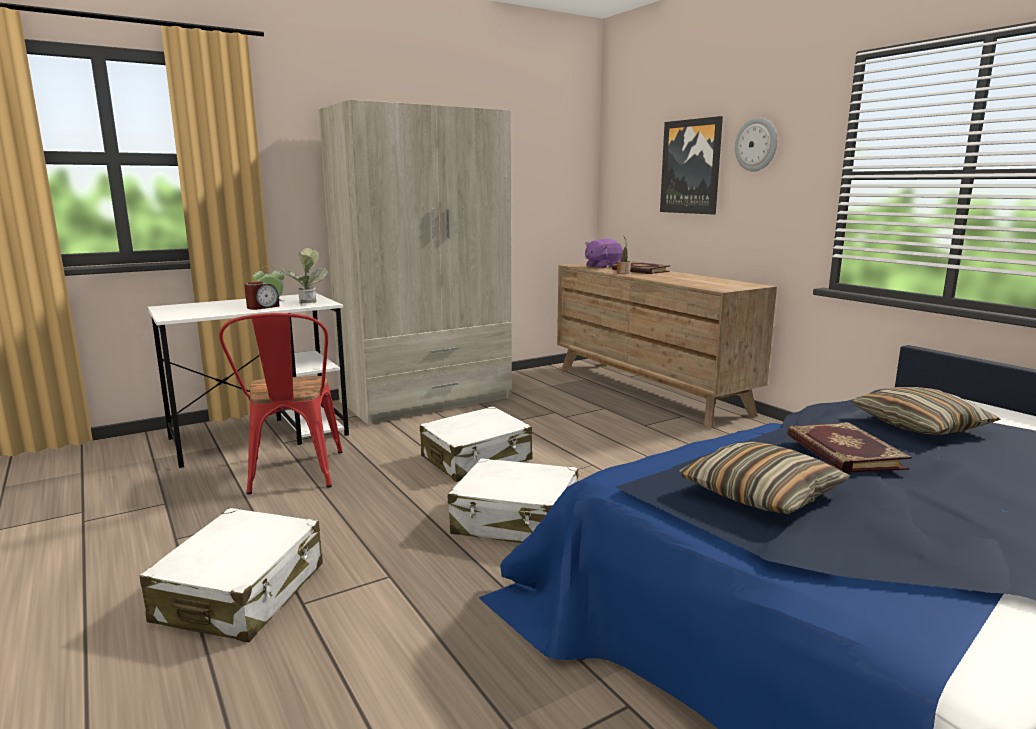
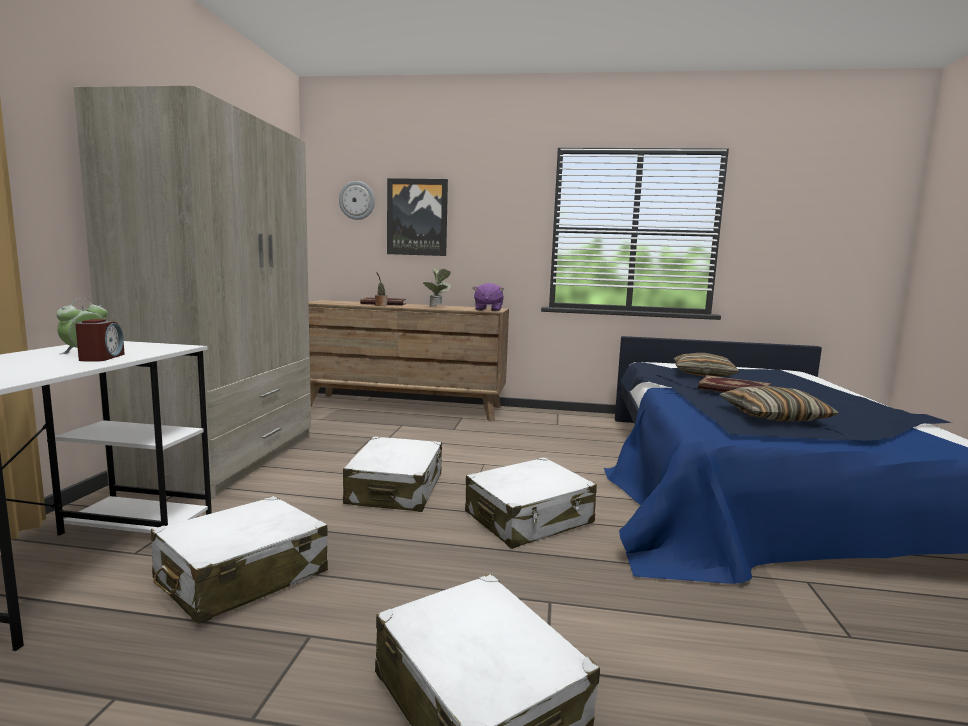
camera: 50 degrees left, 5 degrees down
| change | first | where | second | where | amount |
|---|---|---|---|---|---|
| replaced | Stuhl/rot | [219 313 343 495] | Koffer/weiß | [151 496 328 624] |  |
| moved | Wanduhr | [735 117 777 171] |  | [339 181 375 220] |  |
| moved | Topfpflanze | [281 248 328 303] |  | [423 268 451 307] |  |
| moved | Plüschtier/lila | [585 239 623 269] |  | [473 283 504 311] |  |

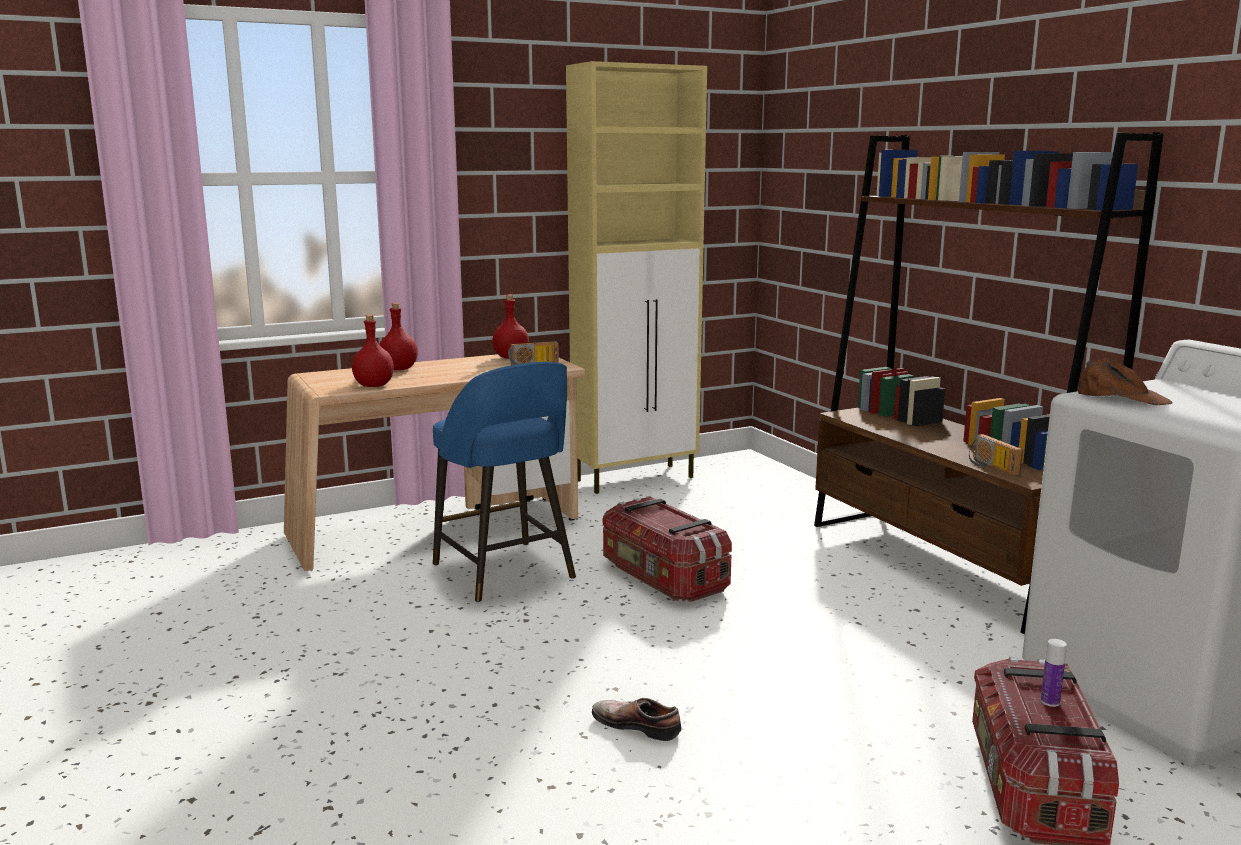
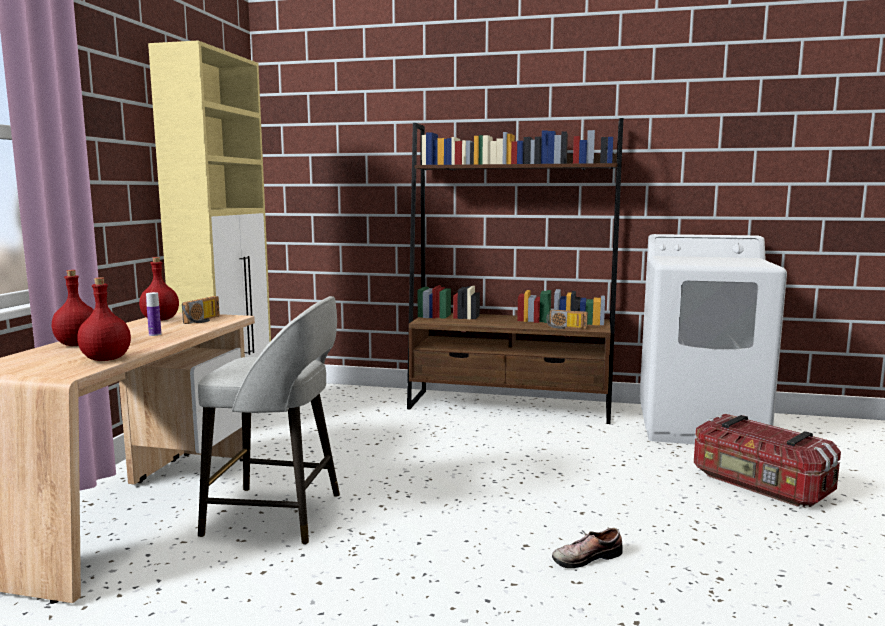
camera: 50 degrees left, 5 degrees down
| change | first | where | second | where | amount |
|---|---|---|---|---|---|
| moved | Flasche | [1040 639 1067 707] |  | [146 292 161 336] |  |
| recoloured | Hocker/blau | [433 362 576 602] | Hocker/grau | [198 296 340 545] |  |
| removed | Aufbewahrungsbox | [603 497 732 602] |  |  |  |
| removed | Kappe/braun | [1077 357 1173 405] |  |  |  |

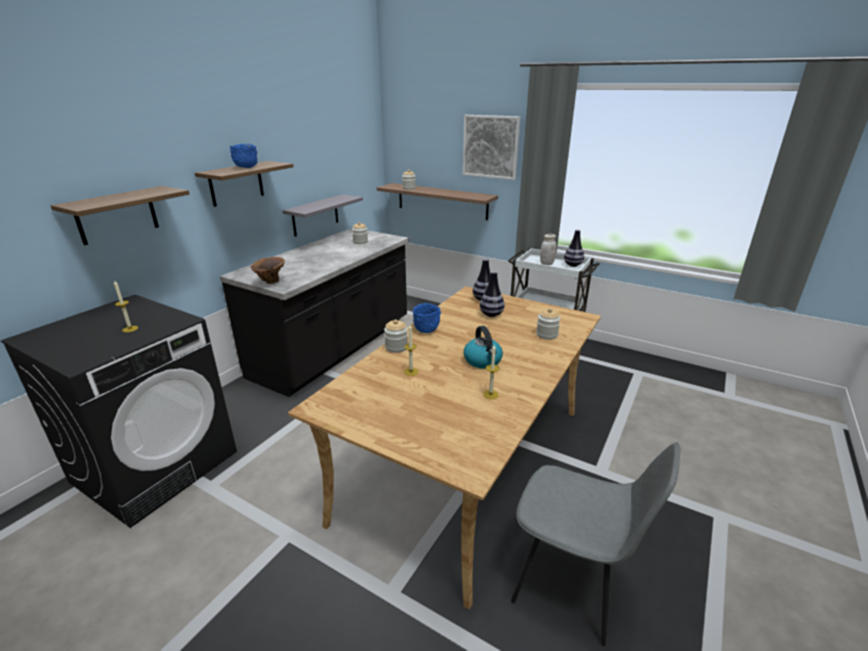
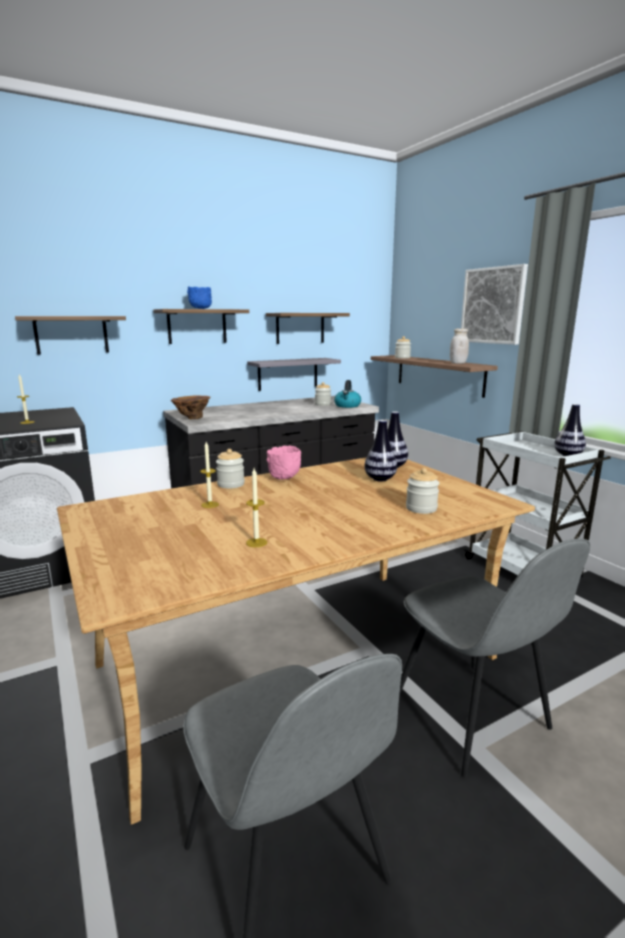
camera: 30 degrees right, 10 degrees down
| change | first | where | second | where | amount |
|---|---|---|---|---|---|
| added |  |  | Wandregal | [266 313 350 344] |  |
| recoloured | Schüssel/blau | [413 303 441 333] | Schüssel/rosa | [267 445 301 480] |  |
| moved | Wasserkessel | [464 326 503 369] |  | [334 380 361 408] |  |
| added |  |  | Stuhl/grau | [399 538 590 778] |  |
| moved | Vorratsglas/weiß | [540 234 556 265] |  | [450 329 469 364] |  |

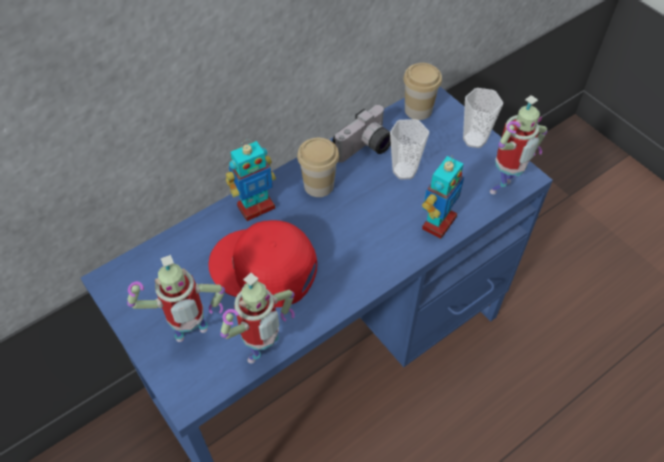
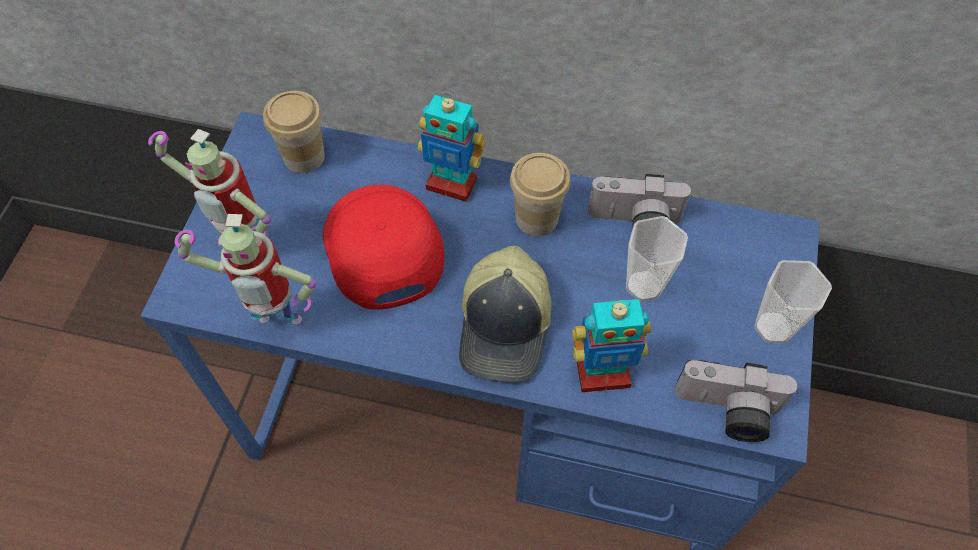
camera: 50 degrees right, 5 degrees up
| change | first | where | second | where | amount |
|---|---|---|---|---|---|
| moved | Tasse | [403 63 442 120] |  | [263 91 325 173] |  |
| added |  |  | Kappe | [459 246 551 382] |  |
| replaced | Spielzeugroboter | [490 95 547 194] | Kamera | [675 360 798 442] |  |

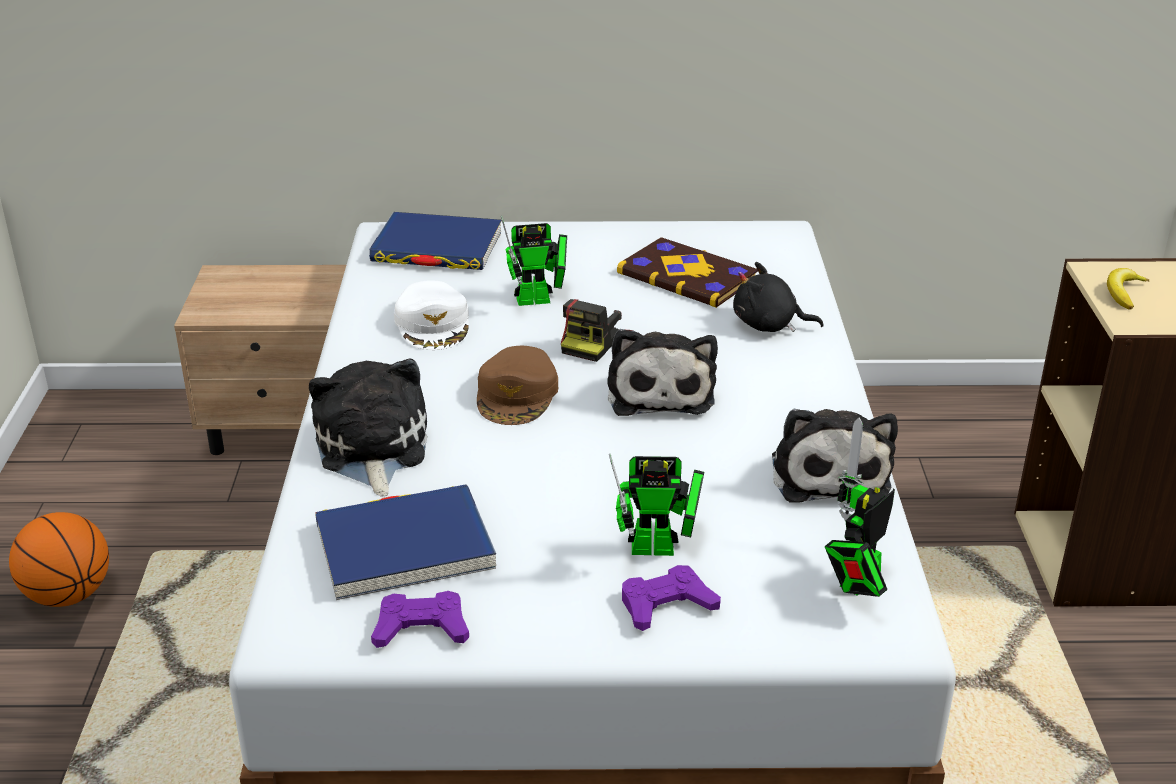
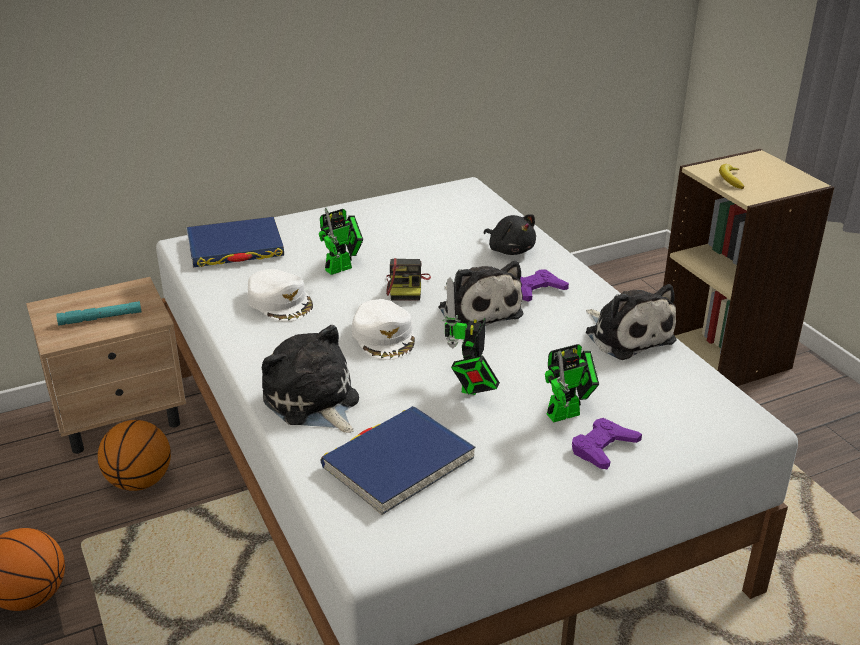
camera: 25 degrees left, 0 degrees up
| change | first | where | second | where | amount |
|---|---|---|---|---|---|
| added |  |  | Taschenlampe/türkis | [56 301 141 326] |  |
| added |  |  | Basketball | [98 420 171 491] |  |
| recoloured | Kappe/braun | [477 346 558 425] | Kappe/weiß | [352 299 415 360] |  |
| moved | Spielzeugroboter | [825 417 895 597] |  | [443 277 500 395] |  |
| turned | Plüschtier/schwarz | [733 262 824 332] |  | [484 214 536 255] | 120 degrees counterclockwise |
| moved | Gamepad/lila | [371 591 469 648] |  | [520 269 569 302] |  |
| removed | Buch | [617 237 758 308] |  |  |  |

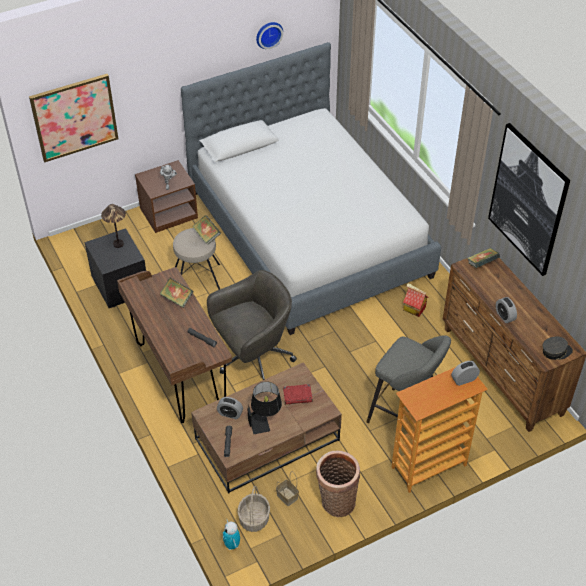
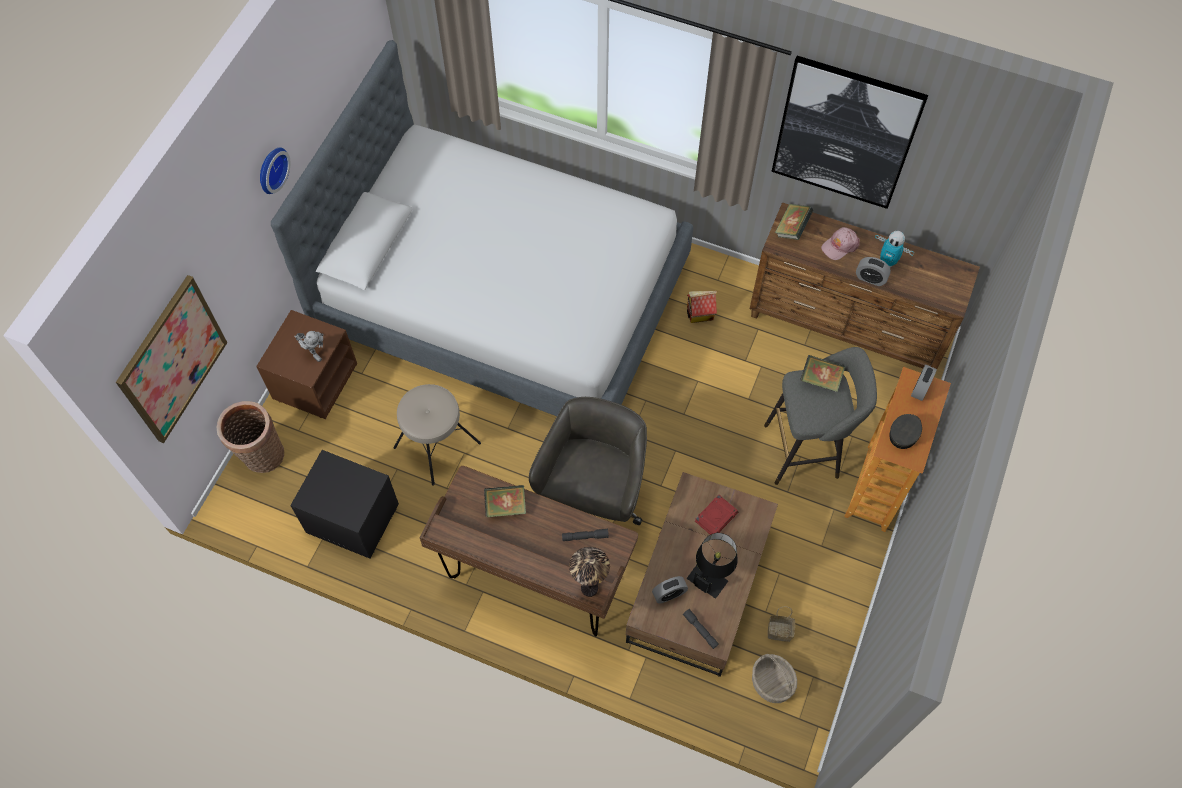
camera: 40 degrees left, 15 degrees up
| change | first | where | second | where | amount |
|---|---|---|---|---|---|
| moved | Korb | [316 451 360 517] |  | [217 401 284 473] |  |
| moved | Wanduhr | [256 22 283 49] |  | [260 148 290 194] |  |
| moved | Tischlampe | [101 204 126 248] |  | [569 547 610 597] |  |
| moved | Buch | [192 215 221 245] |  | [800 355 845 392] |  |
| added |  |  | Kappe/rosa | [821 227 860 260] |  |
| moved | Spielzeugroboter | [223 518 240 550] |  | [875 231 914 268] |  |
| moved | Kappe/grau | [542 337 573 360] |  | [889 414 922 449] |  |

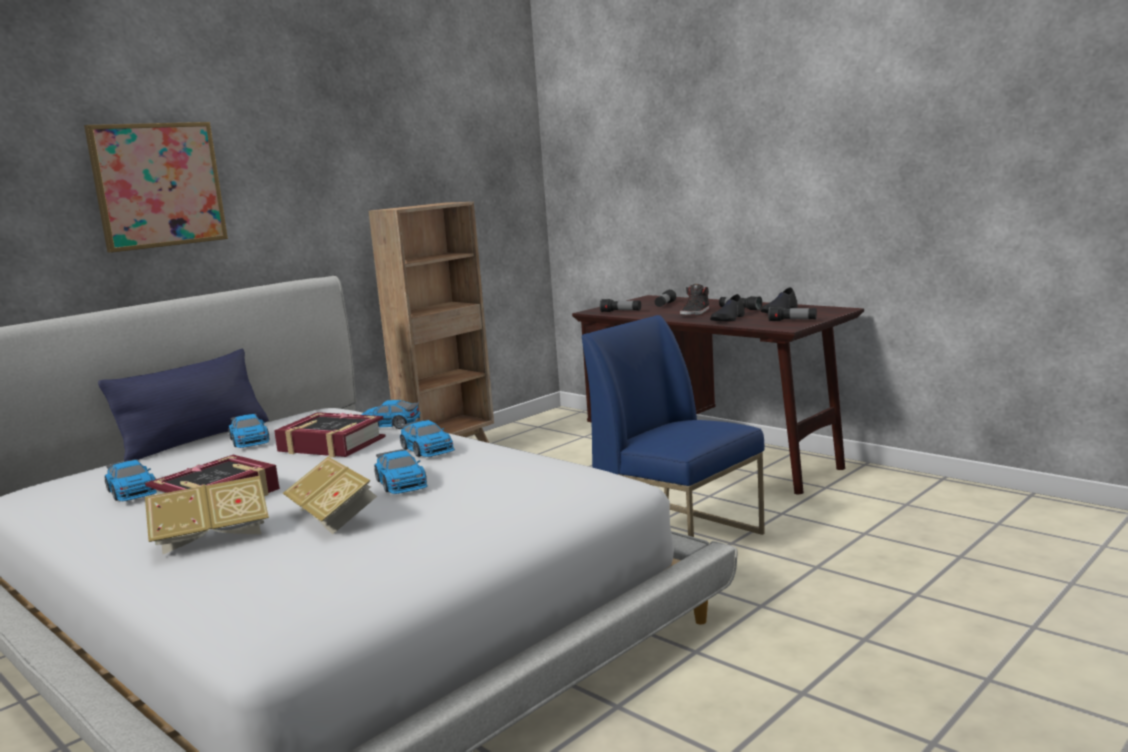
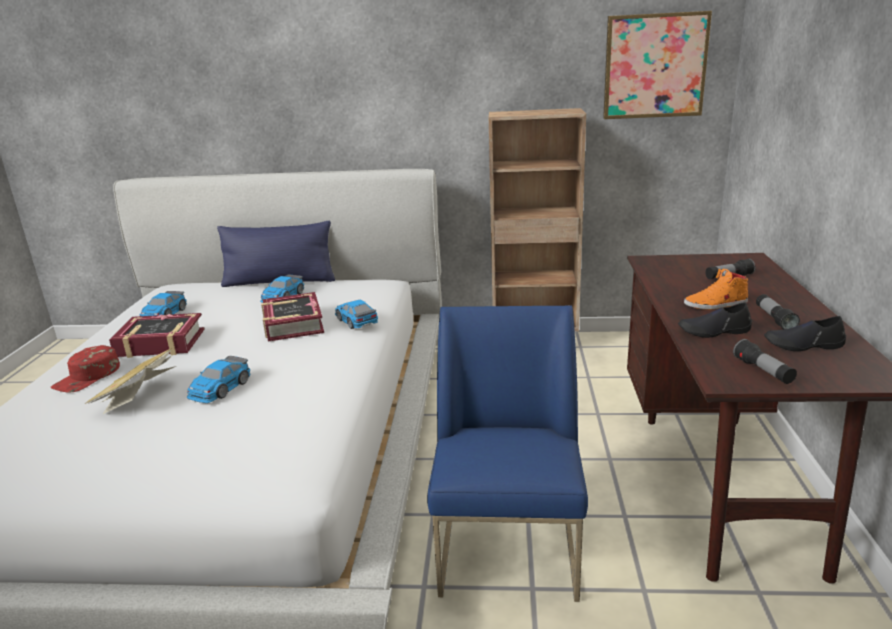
camera: 50 degrees right, 10 degrees up
| change | first | where | second | where | amount |
|---|---|---|---|---|---|
| replaced | Buch | [145 476 269 554] | Kappe/rot | [51 345 120 393] |  |
| moved | Bild | [84 122 228 253] |  | [603 11 712 119] |  |
| recoloured | Schuh/schwarz | [680 284 709 315] | Schuh/orange | [684 269 748 310] |  |
| removed | Spielzeugauto | [400 420 455 457] |  |  |  |
| removed | Taschenlampe | [600 299 641 312] |  |  |  |

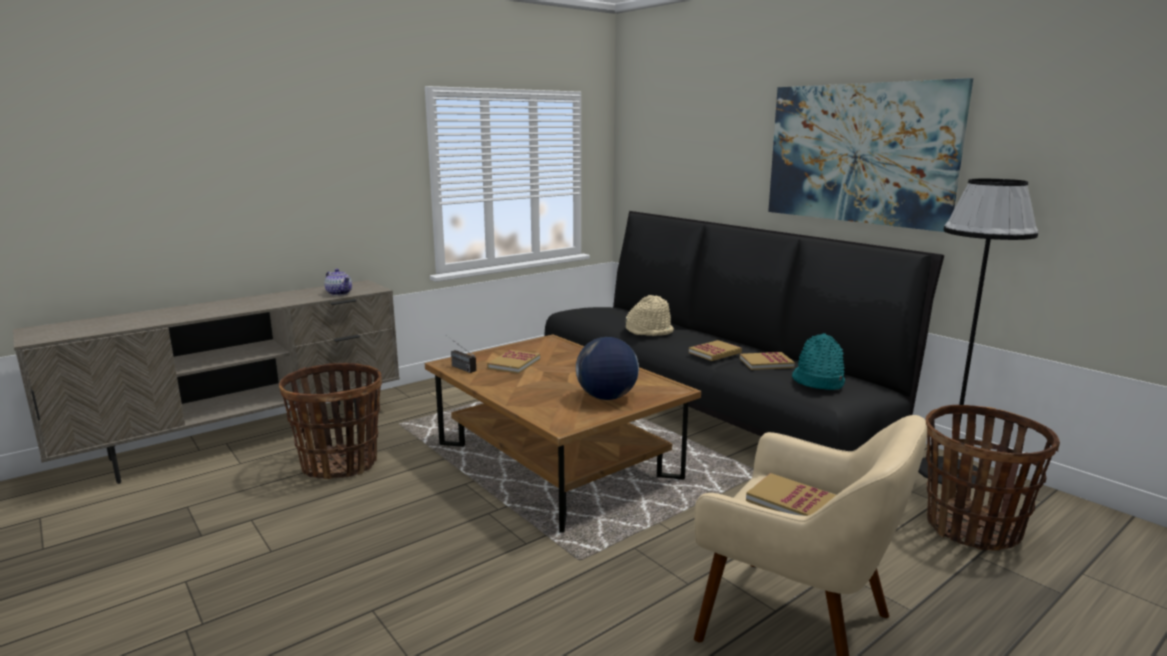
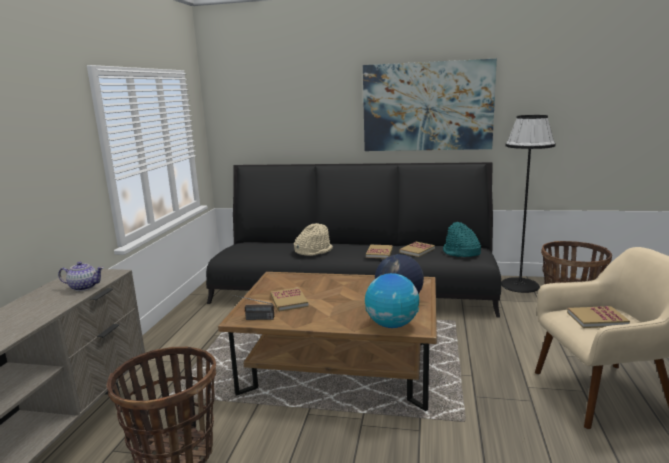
camera: 40 degrees left, 0 degrees up
| change | first | where | second | where | amount |
|---|---|---|---|---|---|
| added |  |  | Globus | [365 273 419 328] |  |

